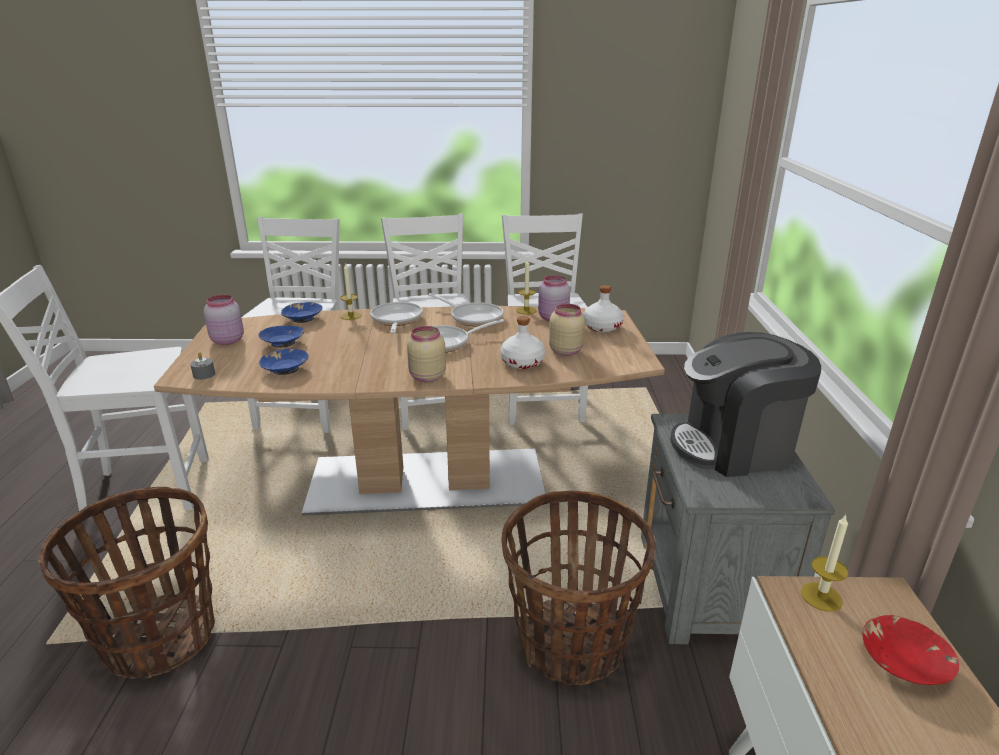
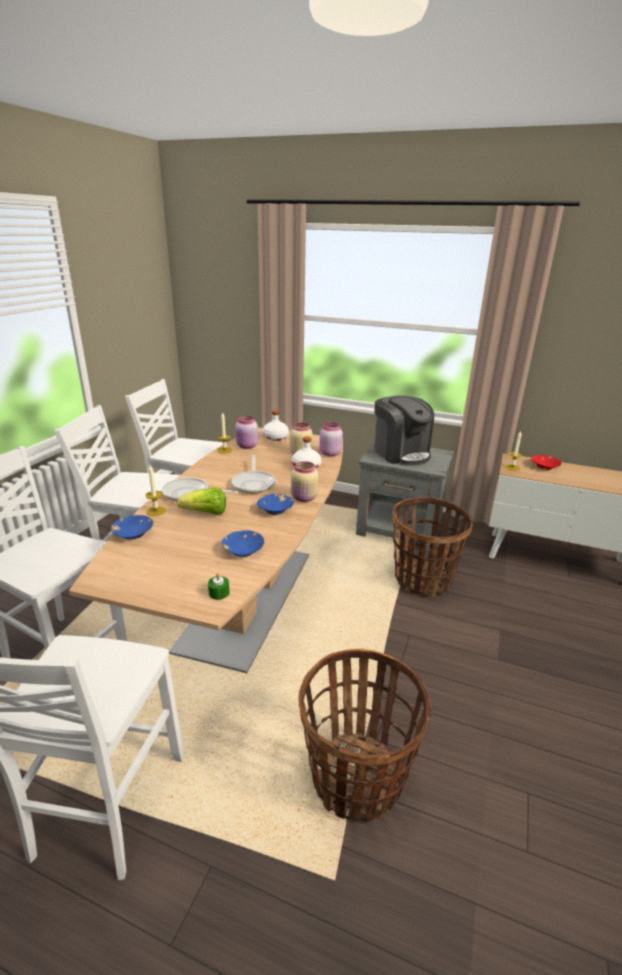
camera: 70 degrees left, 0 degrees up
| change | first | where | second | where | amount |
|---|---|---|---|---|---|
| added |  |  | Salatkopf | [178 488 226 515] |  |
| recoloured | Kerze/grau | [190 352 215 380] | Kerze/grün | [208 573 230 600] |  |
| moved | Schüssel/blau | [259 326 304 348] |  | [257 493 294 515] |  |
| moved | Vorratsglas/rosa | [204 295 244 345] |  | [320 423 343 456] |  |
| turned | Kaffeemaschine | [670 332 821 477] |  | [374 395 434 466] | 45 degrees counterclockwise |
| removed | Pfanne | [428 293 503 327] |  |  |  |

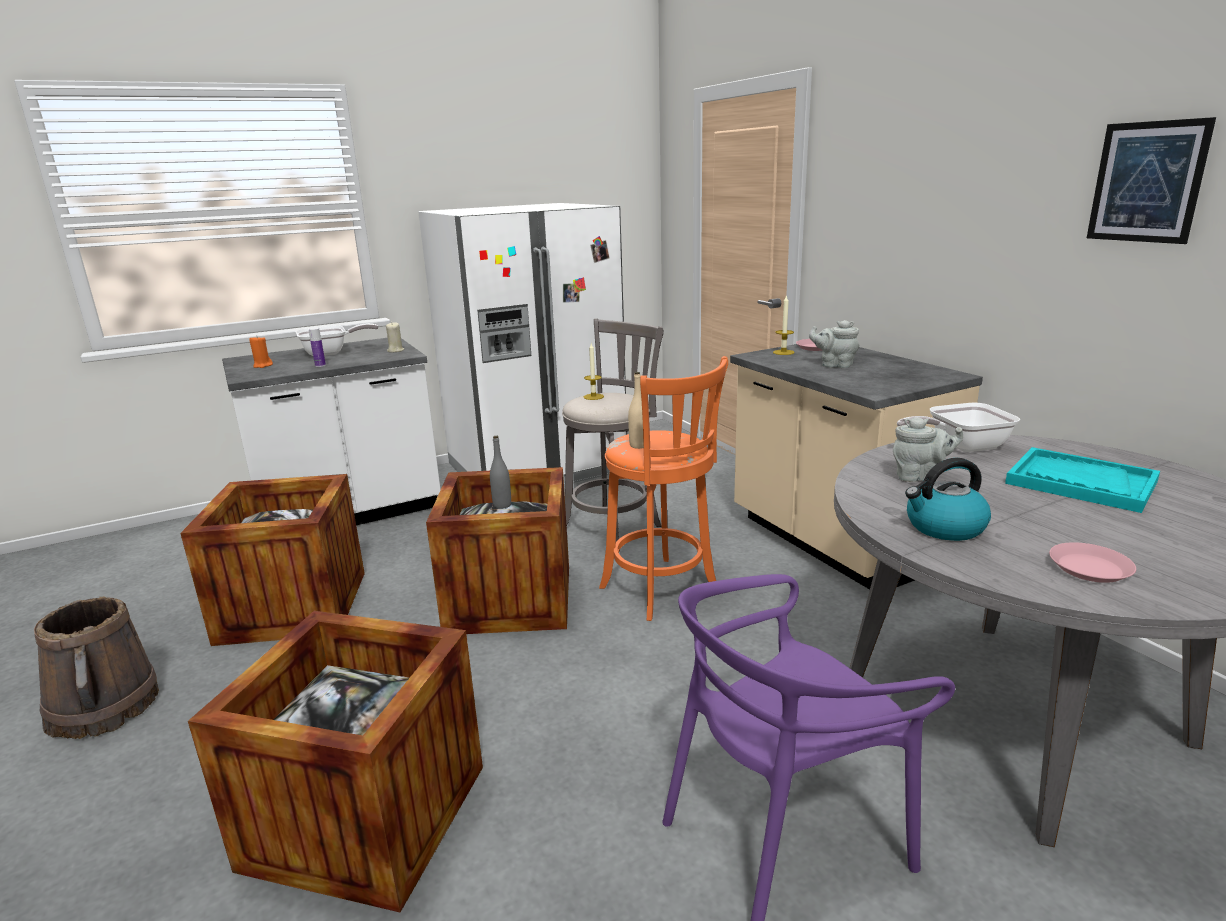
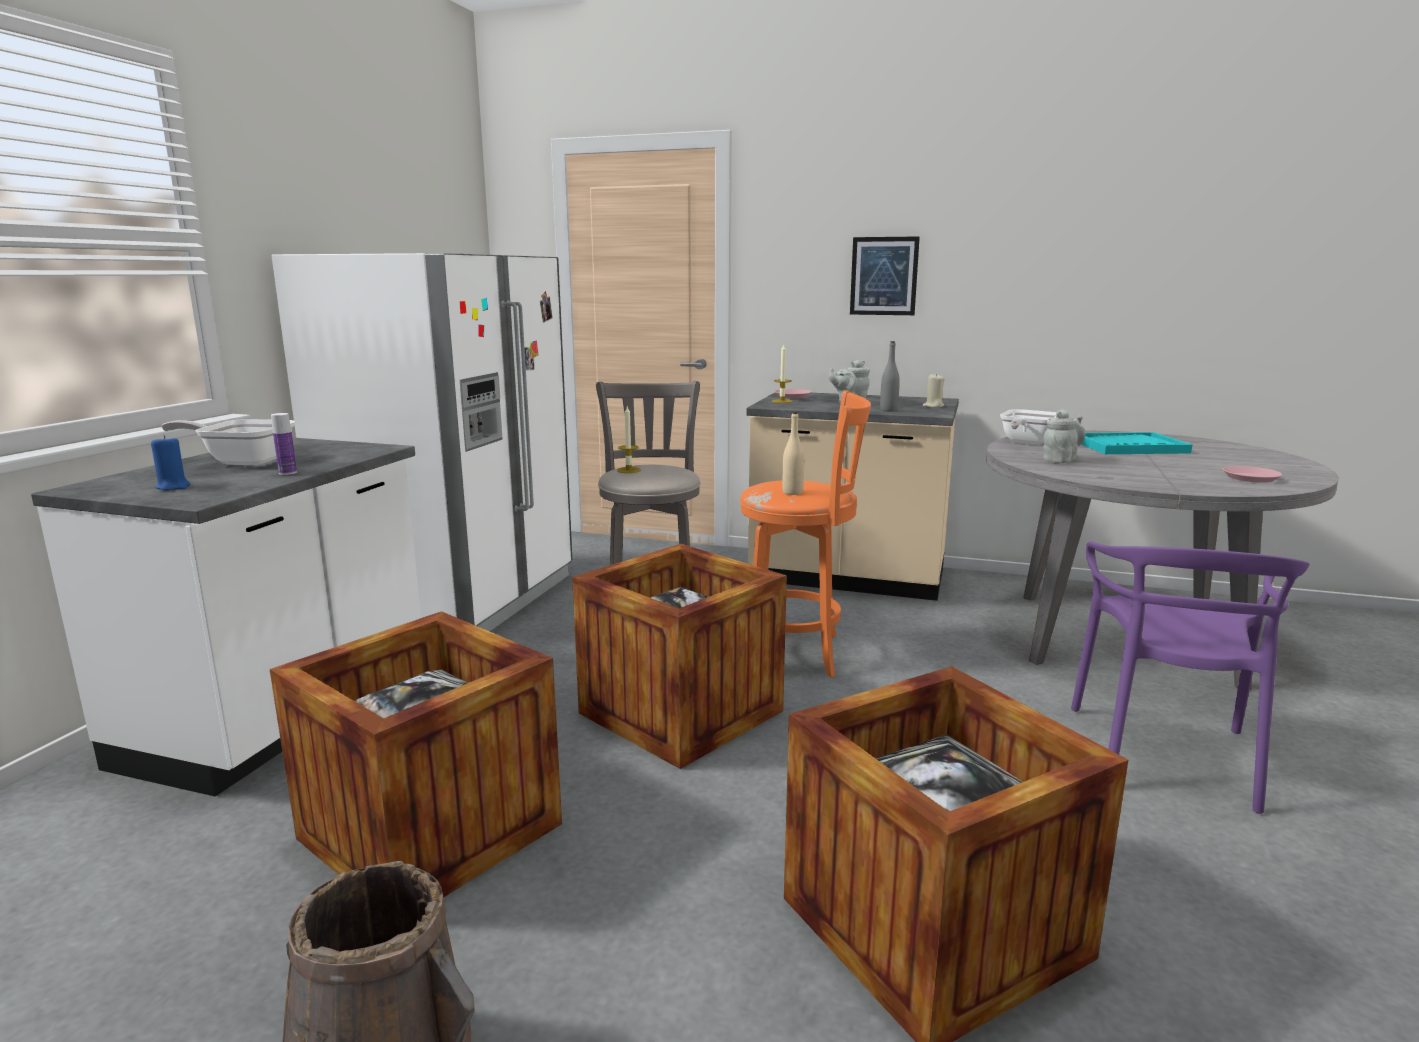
camera: 45 degrees left, 5 degrees down
| change | first | where | second | where | amount |
|---|---|---|---|---|---|
| recoloured | Kerze/orange | [249 335 273 368] | Kerze/blau | [151 435 191 491] |  |
| turned | Pfanne | [296 323 378 356] |  | [161 419 295 465] | 105 degrees counterclockwise |
| moved | Bild | [1087 117 1216 244] |  | [850 236 920 315] |  |
| moved | Flasche/grau | [490 436 511 509] |  | [880 341 900 412] |  |
| moved | Kerze/beige | [386 322 404 353] |  | [923 373 945 407] |  |
| removed | Wasserkessel | [905 458 991 541] |  |  |  |

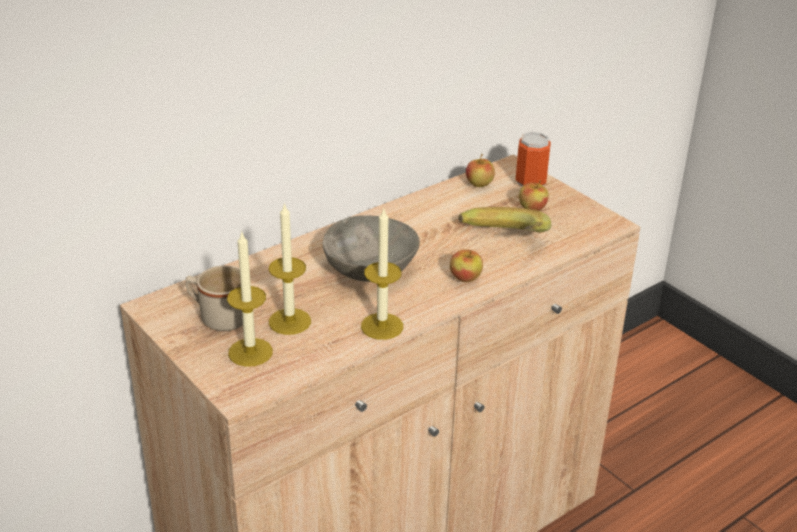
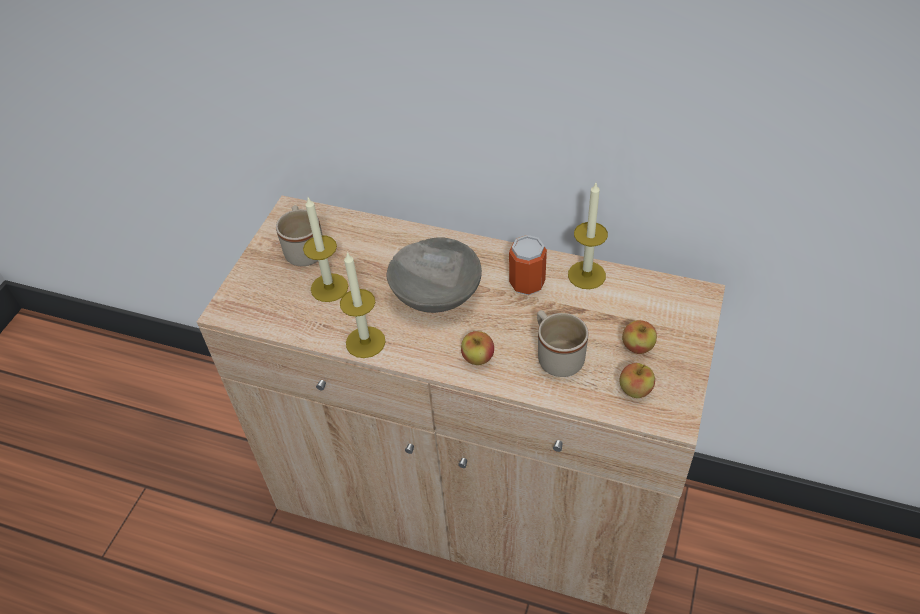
camera: 60 degrees right, 15 degrees up
| change | first | where | second | where | amount |
|---|---|---|---|---|---|
| moved | Dose | [515 132 551 187] |  | [509 235 547 295] |  |
| replaced | Banane | [458 207 551 232] | Henkelbecher/beige | [537 310 589 377] |  |
| moved | Kerze | [227 231 273 367] |  | [568 183 608 289] |  |
| moved | Apfel | [466 153 495 187] |  | [619 363 655 398] |  |

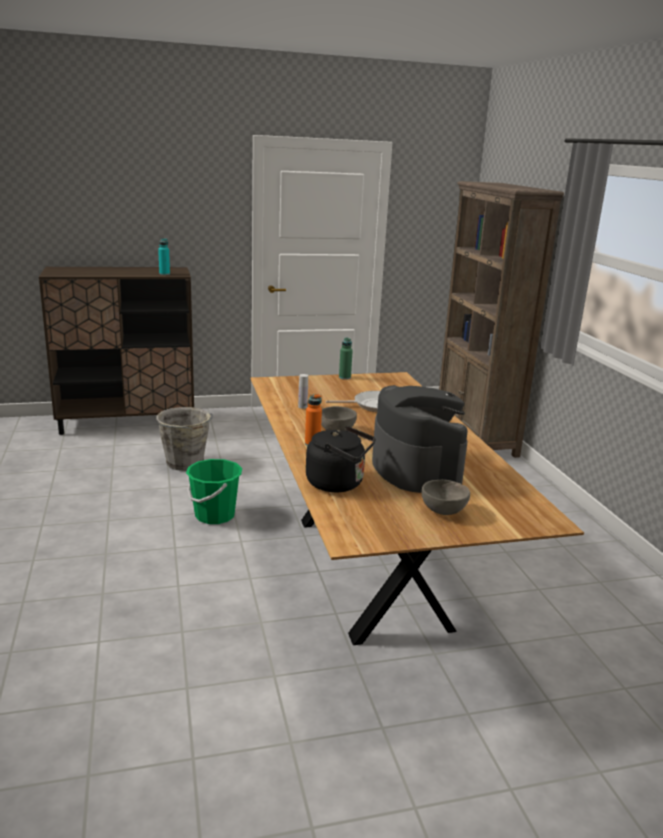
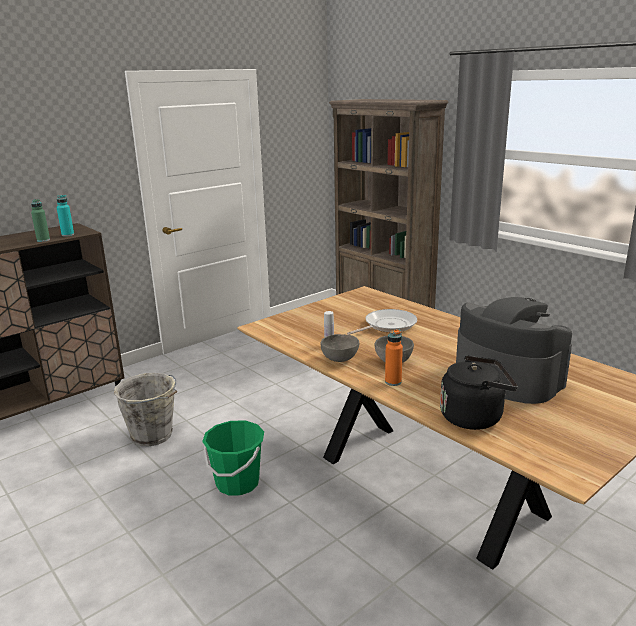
camera: 25 degrees left, 0 degrees up
| change | first | where | second | where | amount |
|---|---|---|---|---|---|
| moved | Flasche/grün | [339 338 353 380] |  | [31 199 50 242] |  |
| moved | Schüssel/grau | [421 480 470 515] |  | [321 334 360 362] |  |

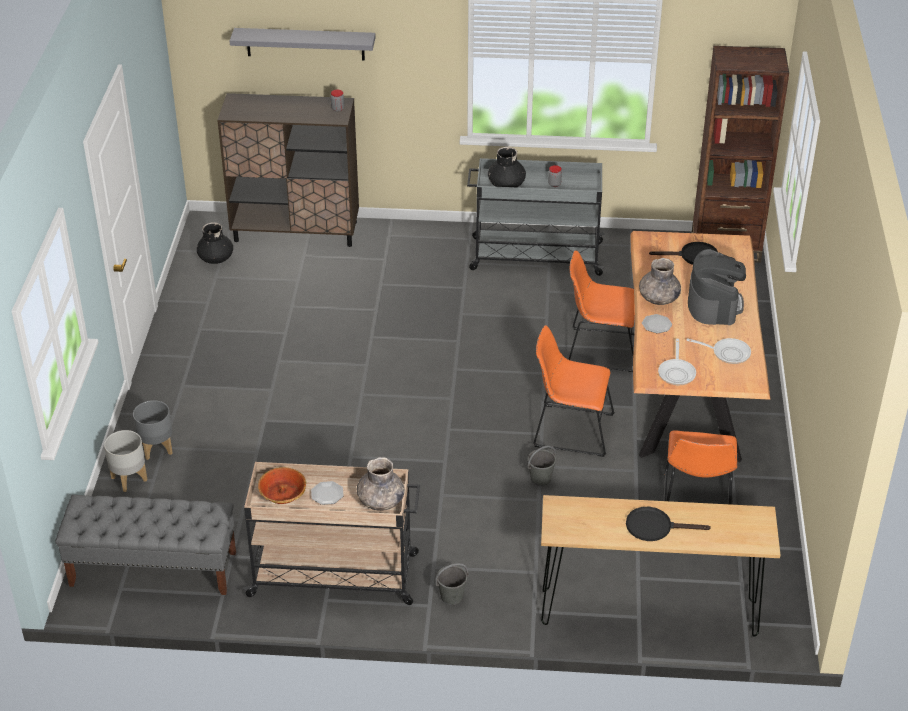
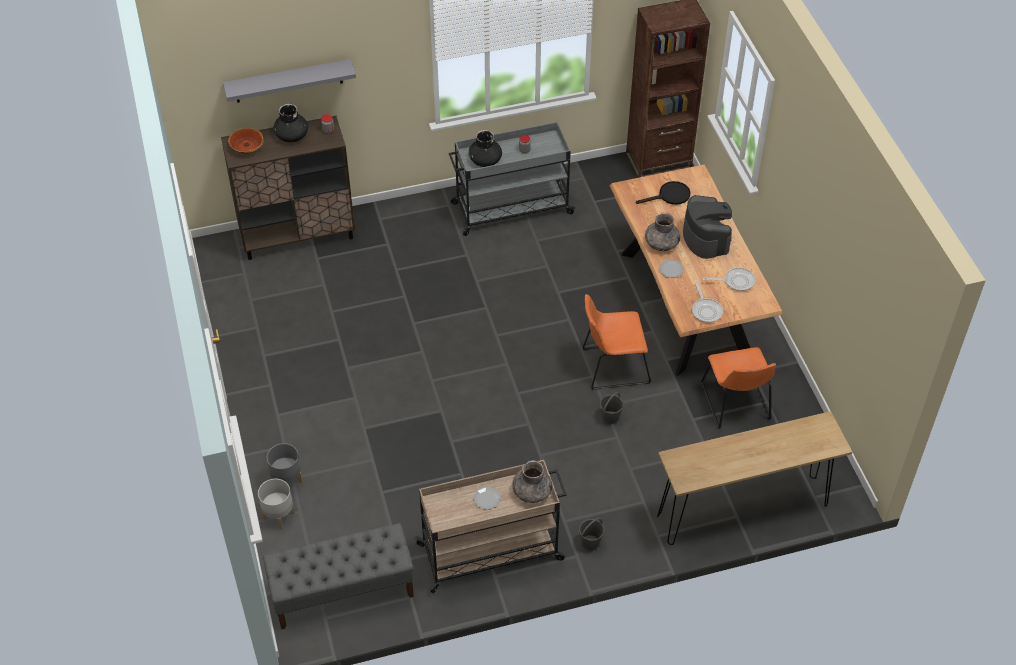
camera: 20 degrees left, 10 degrees up
| change | first | where | second | where | amount |
|---|---|---|---|---|---|
| moved | Schüssel | [258 467 306 504] |  | [228 128 264 154] |  |
| moved | Vase/schwarz | [197 222 233 264] |  | [273 104 308 143] |  |
| removed | Stuhl/orange | [568 250 635 372] |  |  |  |
| removed | Pfanne/schwarz | [626 507 711 541] |  |  |  |

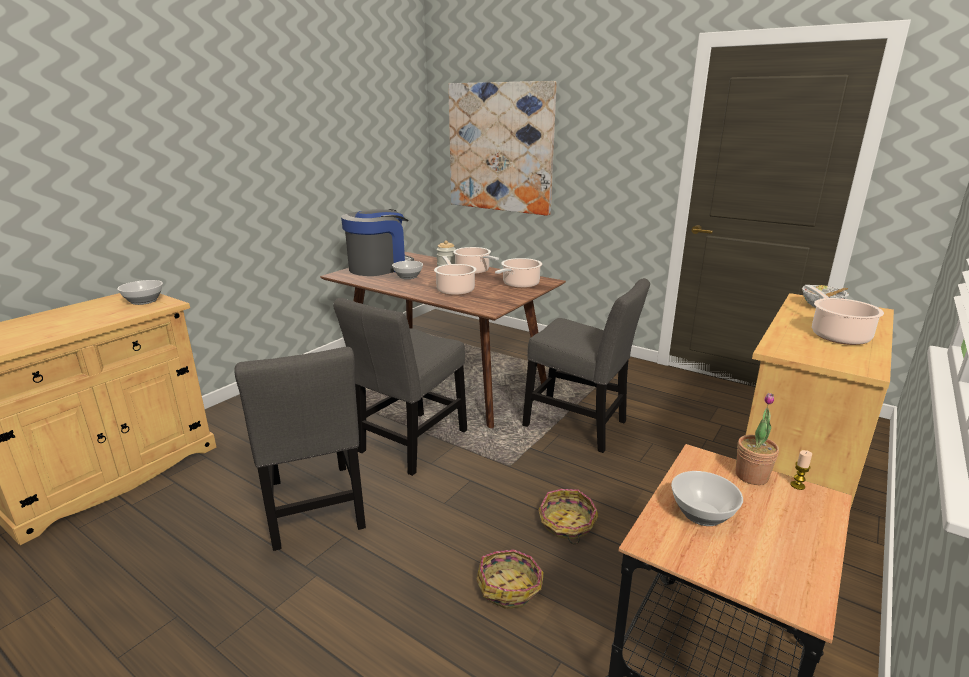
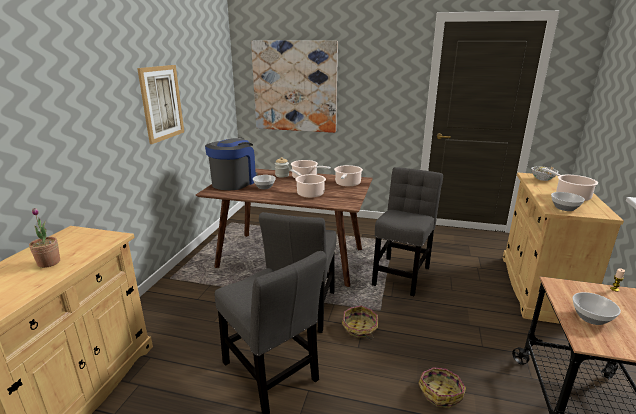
camera: 20 degrees left, 0 degrees up
| change | first | where | second | where | amount |
|---|---|---|---|---|---|
| moved | Topfpflanze | [736 393 779 485] |  | [29 208 60 268] |  |
| added |  |  | Bild | [137 65 184 144] |  |
| moved | Korb | [538 489 598 544] |  | [342 305 378 339] |  |
| turned | Stuhl/grau | [522 278 650 453] |  | [372 167 443 296] | 75 degrees counterclockwise |
| moved | Schüssel | [117 280 163 305] |  | [551 192 585 211] |  |

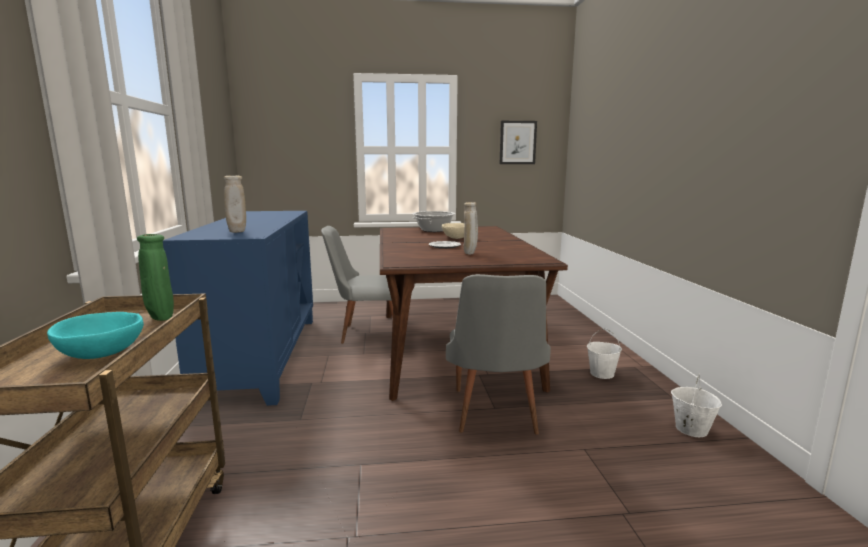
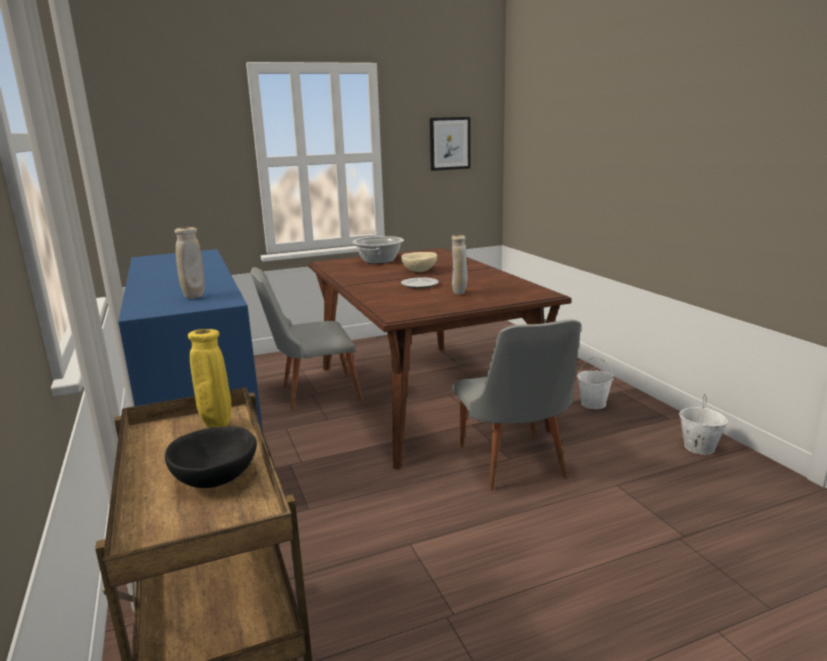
camera: 15 degrees left, 5 degrees up
| change | first | where | second | where | amount |
|---|---|---|---|---|---|
| recoloured | Schüssel/türkis | [47 312 144 359] | Schüssel/schwarz | [165 426 257 488] |  |
| recoloured | Vase/grün | [137 234 174 321] | Vase/gelb | [188 329 231 428] |  |

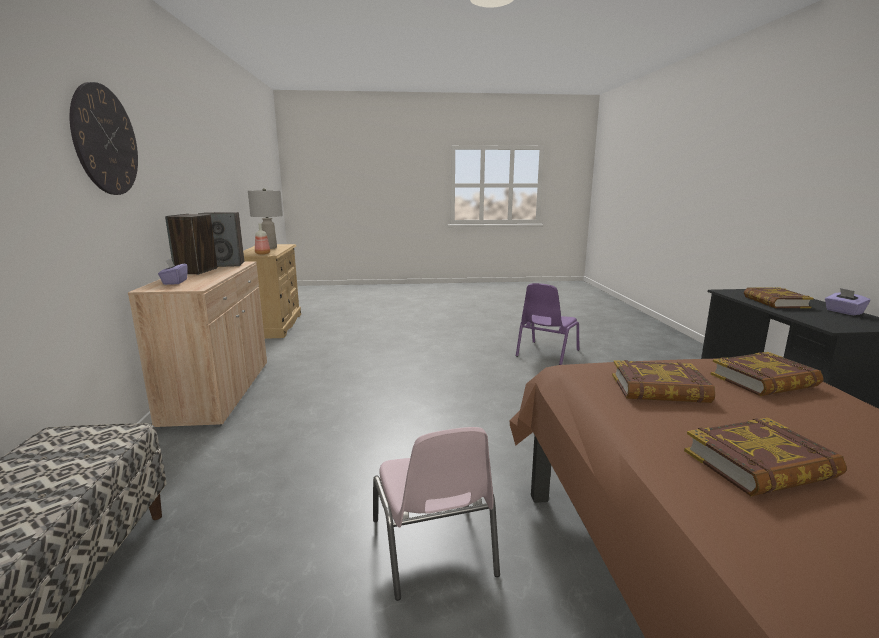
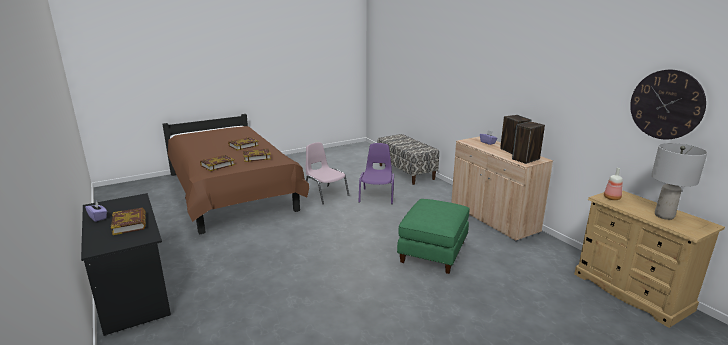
camera: 155 degrees right, 5 degrees up
| change | first | where | second | where | amount |
|---|---|---|---|---|---|
| moved | Stuhl/lila | [516 283 579 365] |  | [359 143 394 204] |  |
| added |  |  | Polsterhocker/grün | [397 199 470 274] |  |
| moved | Wanduhr | [70 82 138 195] |  | [630 70 706 140] |  |

